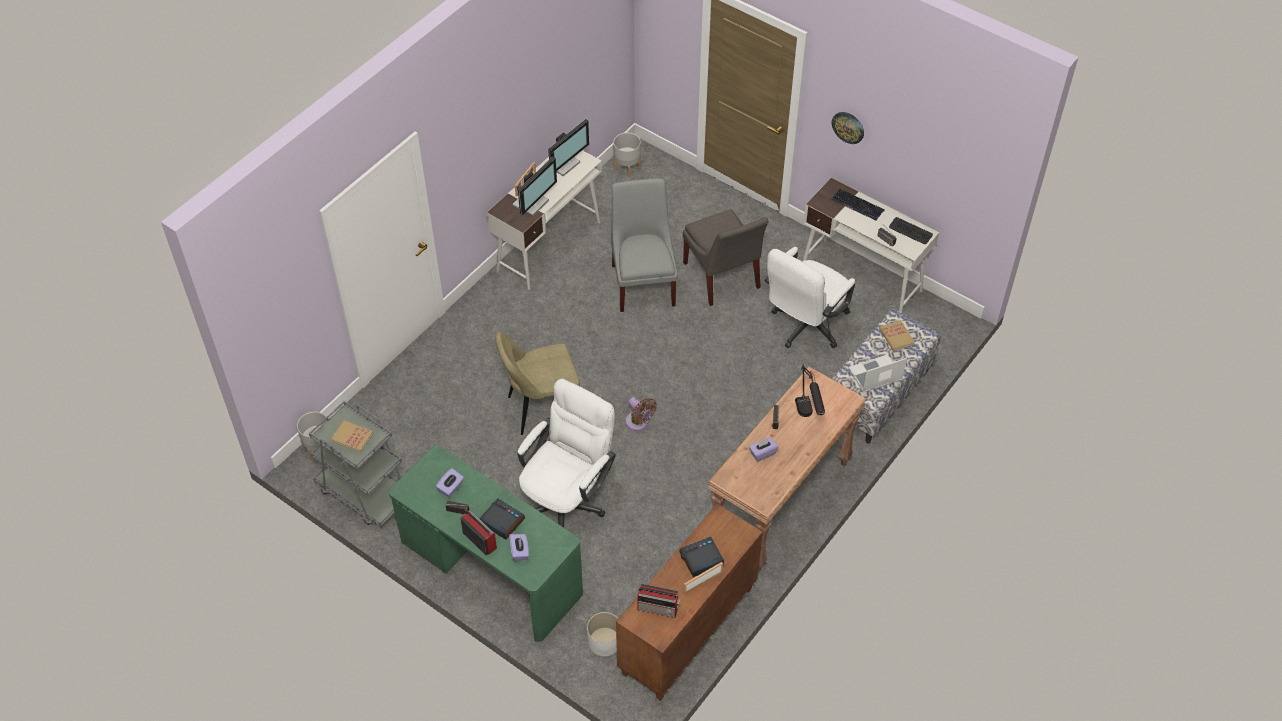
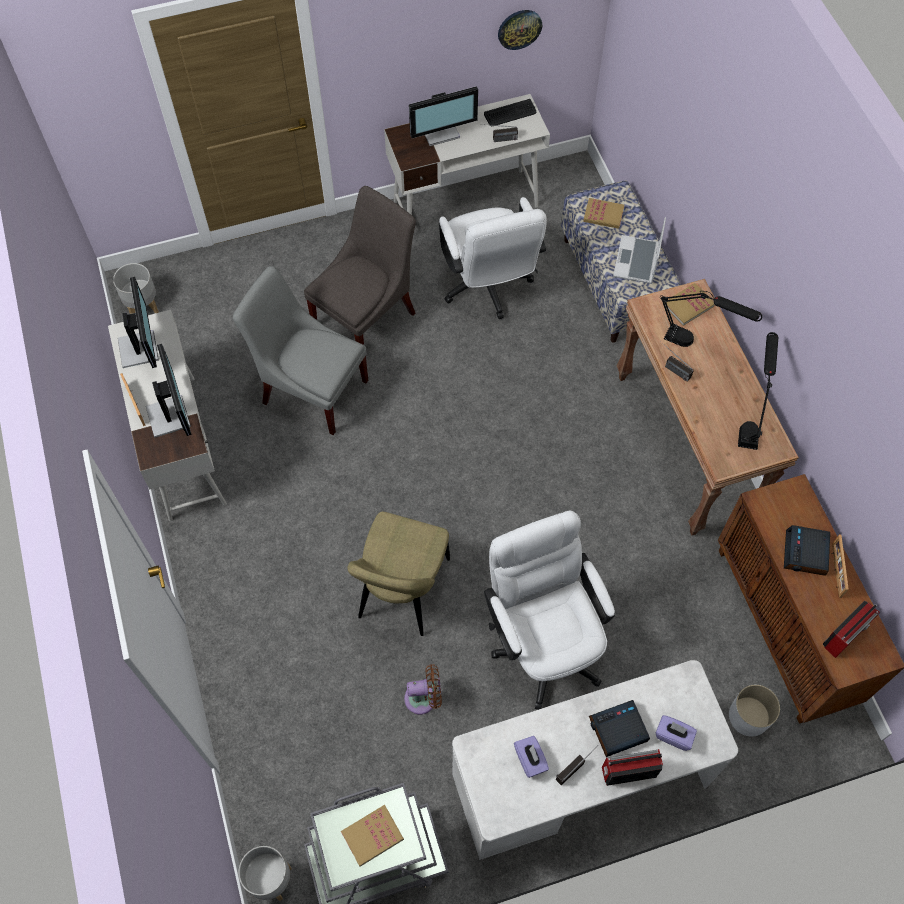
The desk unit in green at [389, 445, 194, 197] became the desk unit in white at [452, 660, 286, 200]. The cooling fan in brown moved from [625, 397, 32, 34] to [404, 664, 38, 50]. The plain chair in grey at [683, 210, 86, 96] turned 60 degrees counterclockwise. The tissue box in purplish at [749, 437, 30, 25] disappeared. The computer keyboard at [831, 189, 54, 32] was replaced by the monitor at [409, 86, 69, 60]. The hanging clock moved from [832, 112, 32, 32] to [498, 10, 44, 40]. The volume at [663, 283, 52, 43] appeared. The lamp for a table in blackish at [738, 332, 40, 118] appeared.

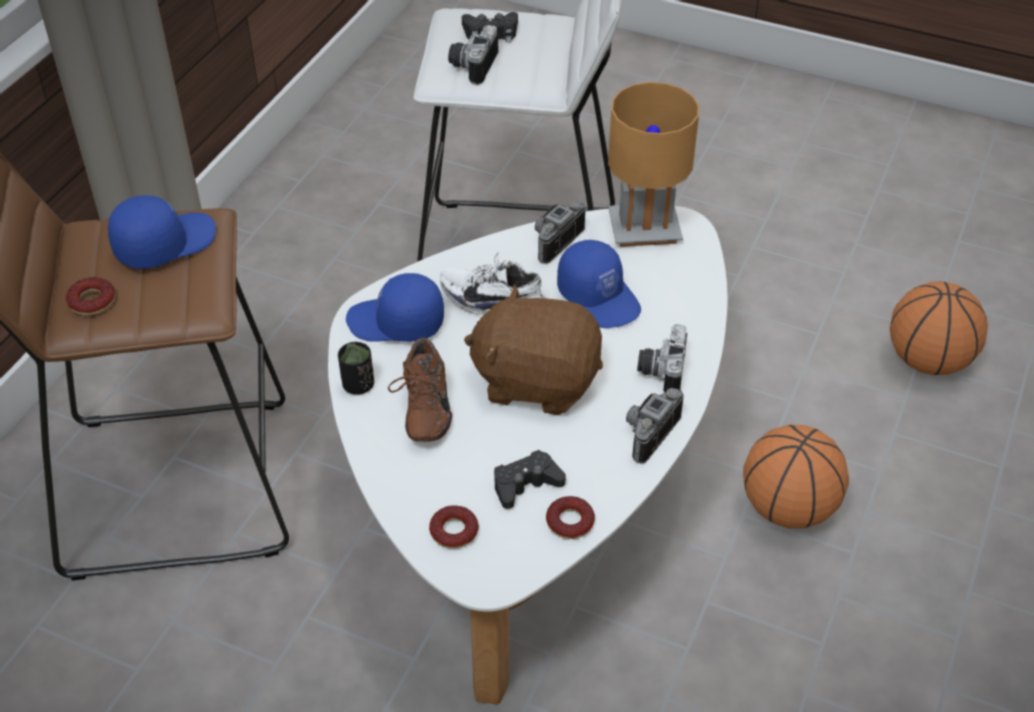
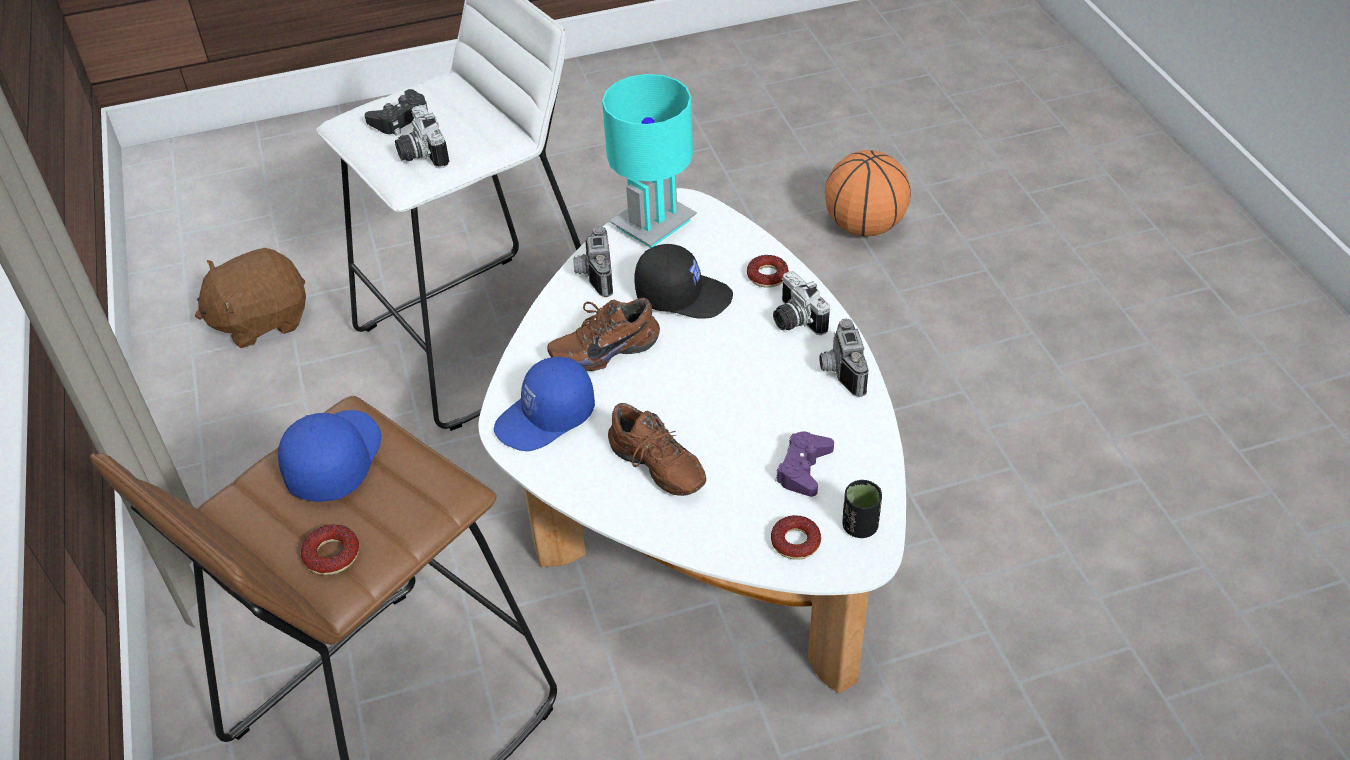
The drinking cup in blackish moved from [338, 342, 36, 53] to [842, 480, 40, 58]. The shoe in white at [440, 252, 106, 62] became the shoe in brown at [547, 298, 113, 73]. The plush toy in brown moved from [464, 284, 139, 131] to [195, 248, 111, 100]. The joypad in blackish at [494, 450, 72, 59] became the joypad in purplish at [775, 432, 59, 65]. The doughnut moved from [546, 496, 49, 43] to [747, 255, 42, 33]. The peaked cap in bluish at [557, 240, 84, 88] became the peaked cap in blackish at [634, 244, 99, 75]. The lamp for a table in brown at [608, 82, 91, 165] became the lamp for a table in blue-green at [602, 74, 95, 174]. The basketball ball at [743, 425, 106, 103] disappeared.

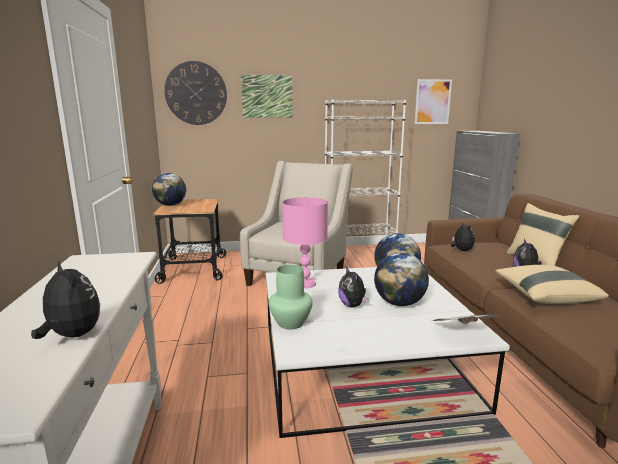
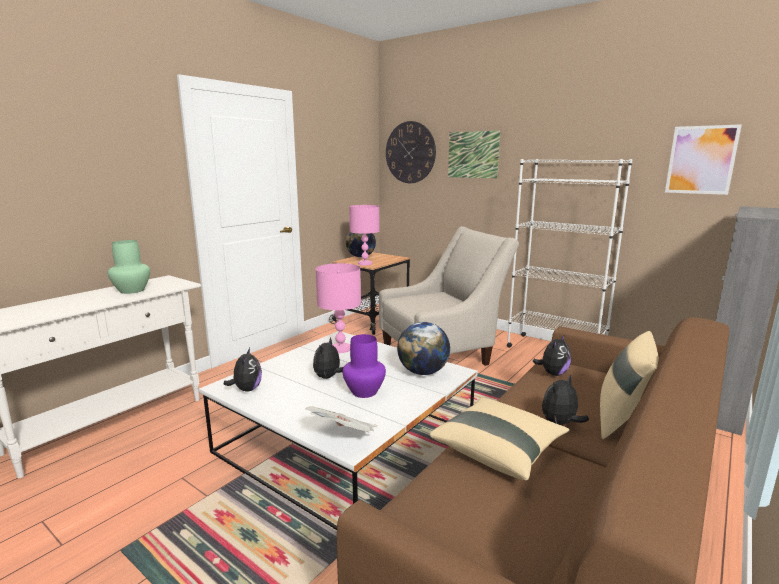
The plush toy moved from [31, 260, 69, 79] to [224, 347, 38, 45]. The flower vase in green moved from [268, 265, 45, 64] to [108, 240, 42, 54]. The desk globe at [374, 253, 55, 53] was replaced by the flower vase in purplish at [343, 334, 43, 64]. The lamp for a table in pink-coloured at [349, 205, 31, 60] appeared.

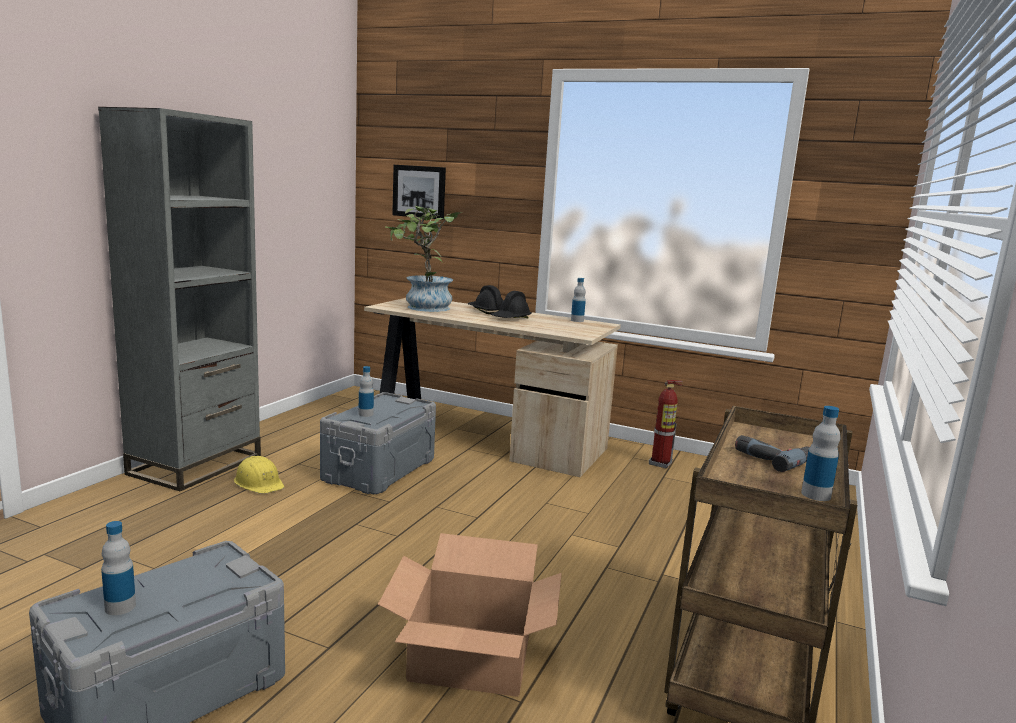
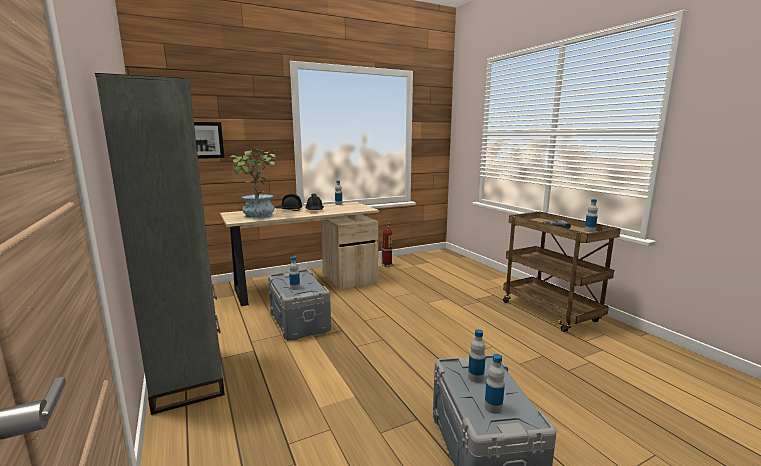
The hard hat in yellowish at [234, 456, 50, 38] disappeared. The packing box at [378, 533, 184, 164] disappeared. The beverage bottle at [468, 329, 18, 54] appeared.

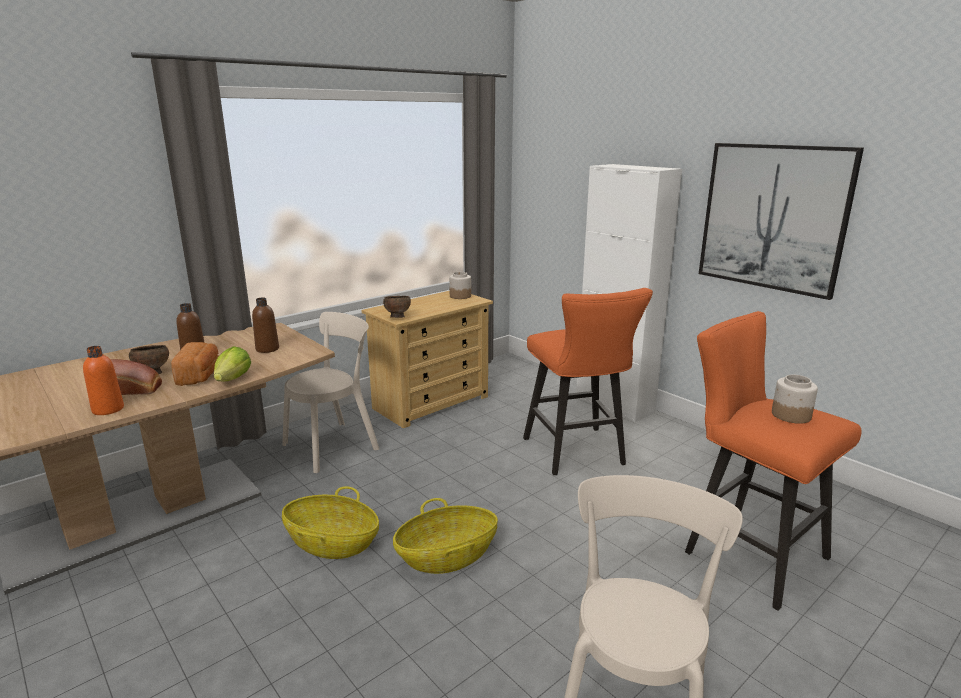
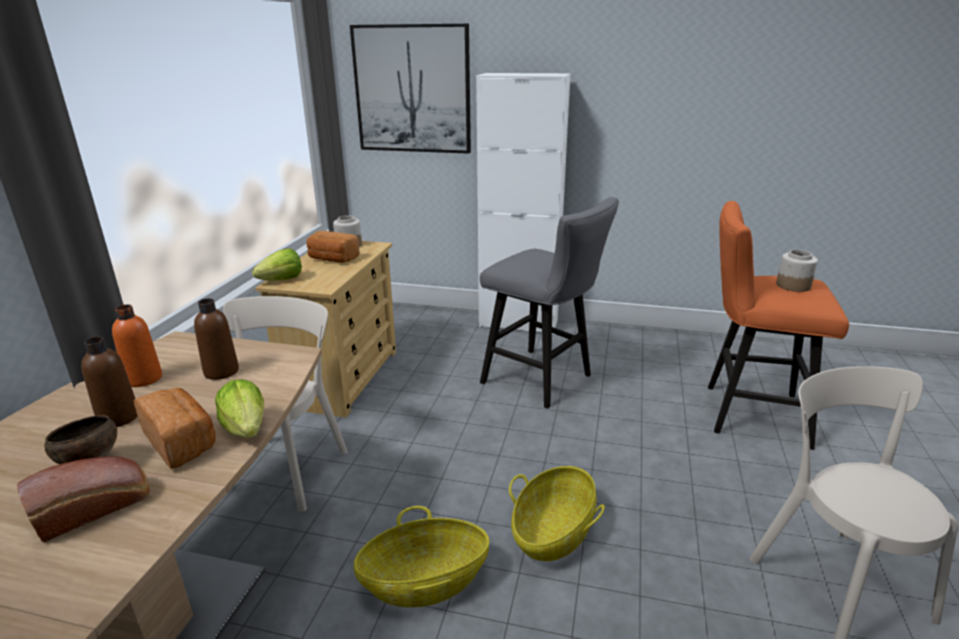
The beverage bottle in orangey moved from [83, 346, 41, 69] to [112, 304, 50, 83]. The serving bowl in brown at [383, 296, 28, 22] disappeared. The stool seat in orangey at [523, 288, 130, 187] became the stool seat in grey at [480, 197, 139, 212]. The wall art moved from [699, 143, 165, 157] to [350, 24, 121, 130]. The lettuce head at [252, 249, 50, 32] appeared. The baked bread at [306, 231, 54, 32] appeared.

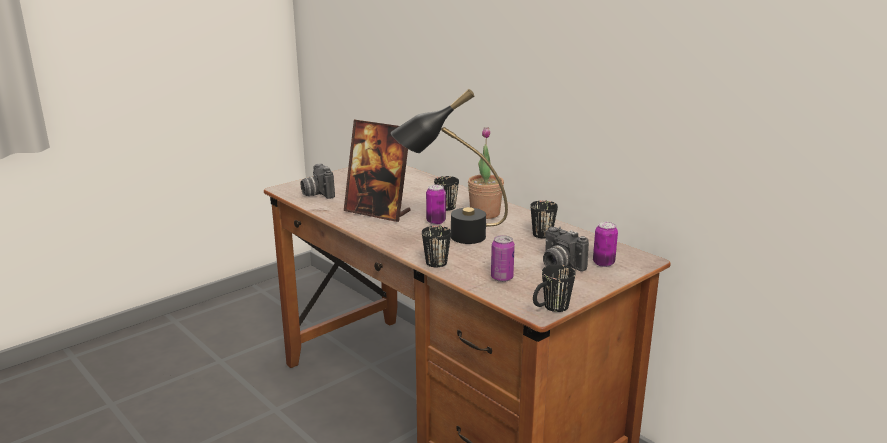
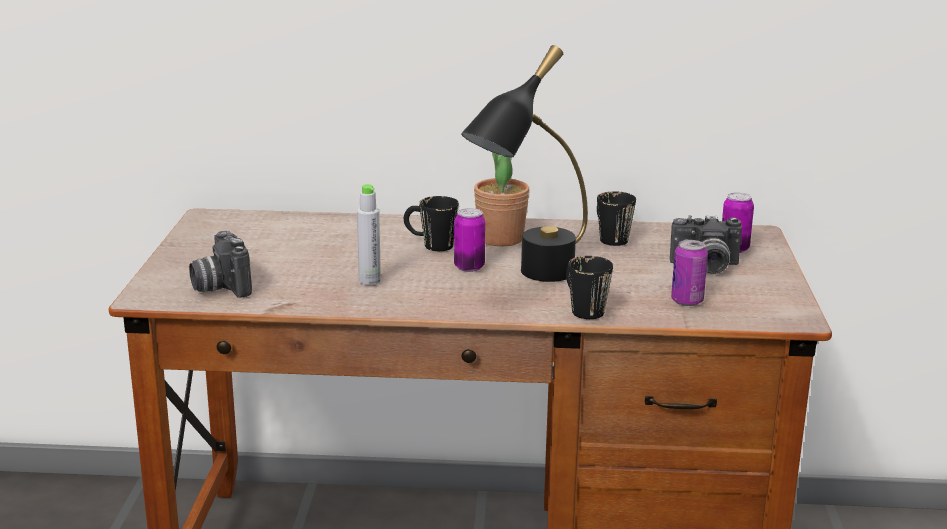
The still camera at [301, 163, 34, 36] turned 45 degrees clockwise. The standing frame at [344, 120, 67, 102] was replaced by the beverage bottle in grey at [357, 184, 24, 101]. The coffee mug in blackish at [533, 264, 43, 48] disappeared.

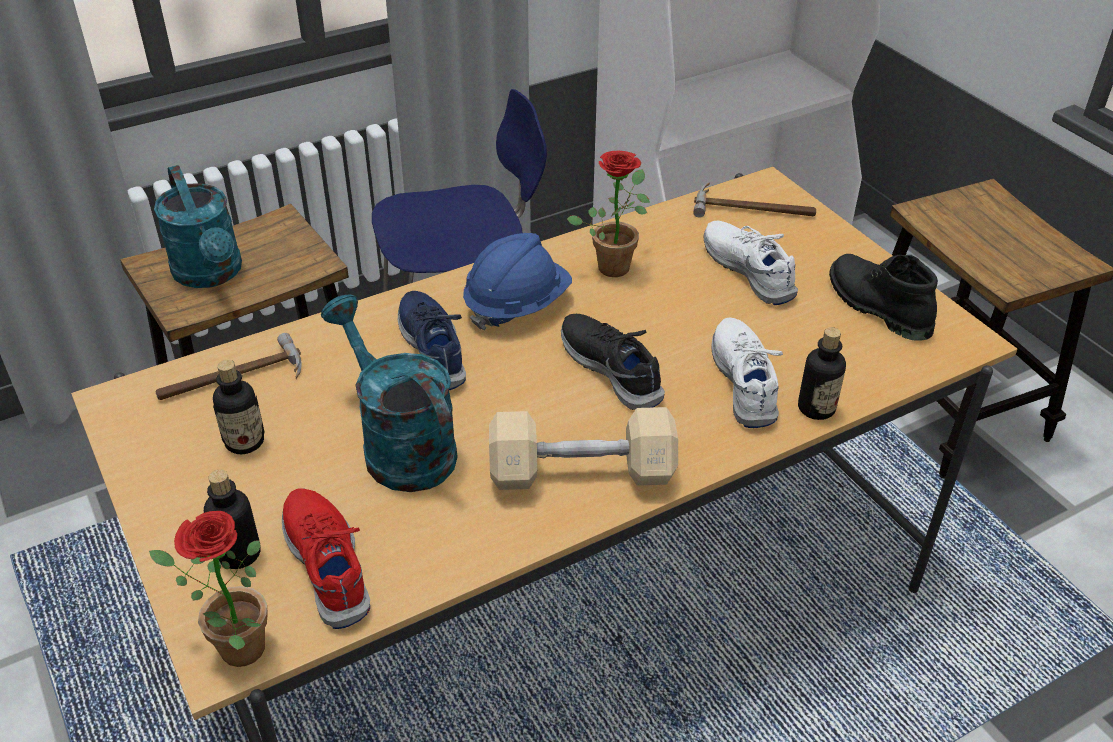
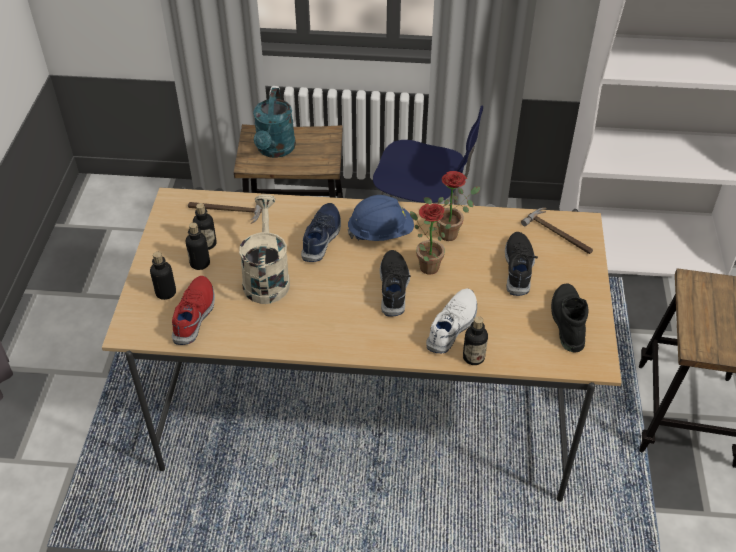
The houseplant moved from [149, 511, 119, 156] to [410, 203, 41, 72]. The watering can in blue-green at [321, 295, 137, 197] became the watering can in beige at [239, 194, 51, 110]. The free weight in beige at [489, 407, 189, 83] disappeared. The shoe in white at [704, 221, 94, 84] became the shoe in blackish at [505, 232, 33, 64]. The beverage bottle at [186, 222, 24, 48] appeared.

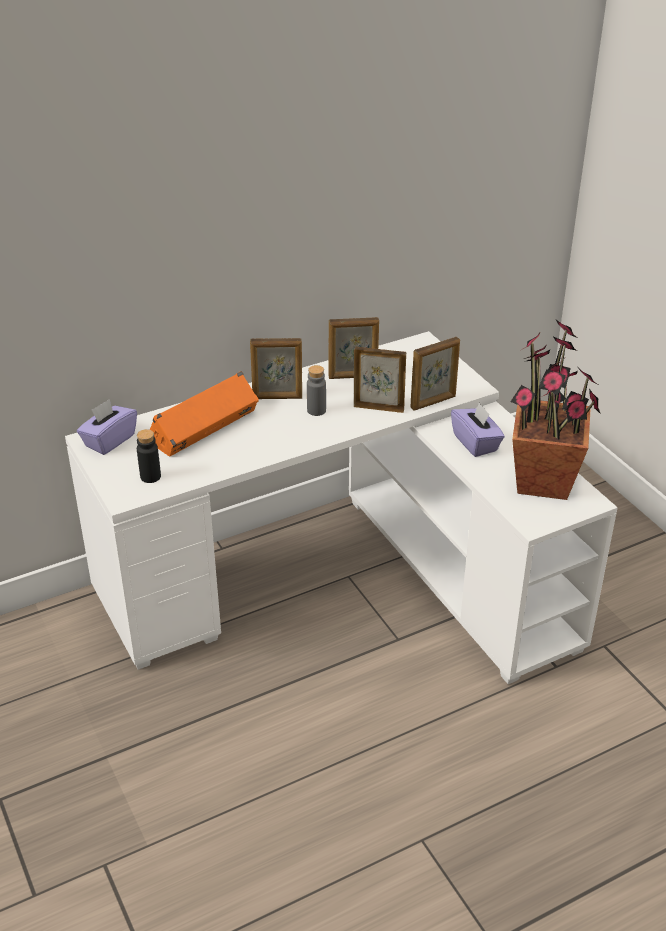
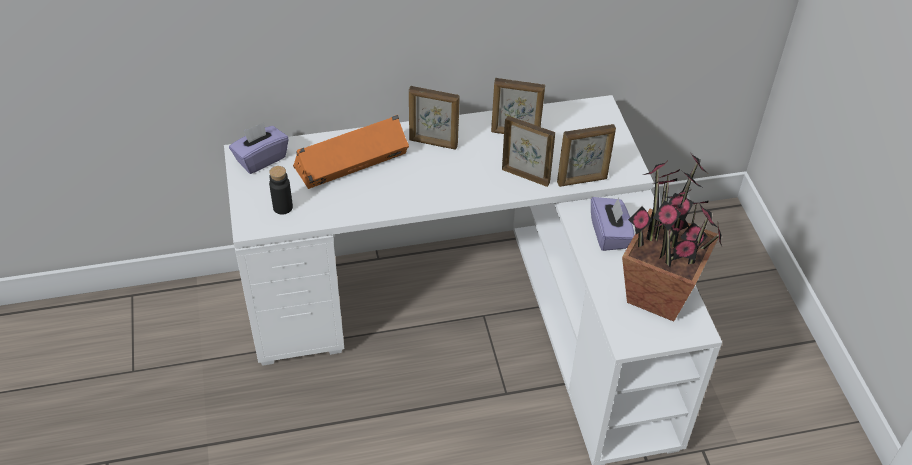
The beverage bottle in grey at [307, 365, 19, 51] disappeared.

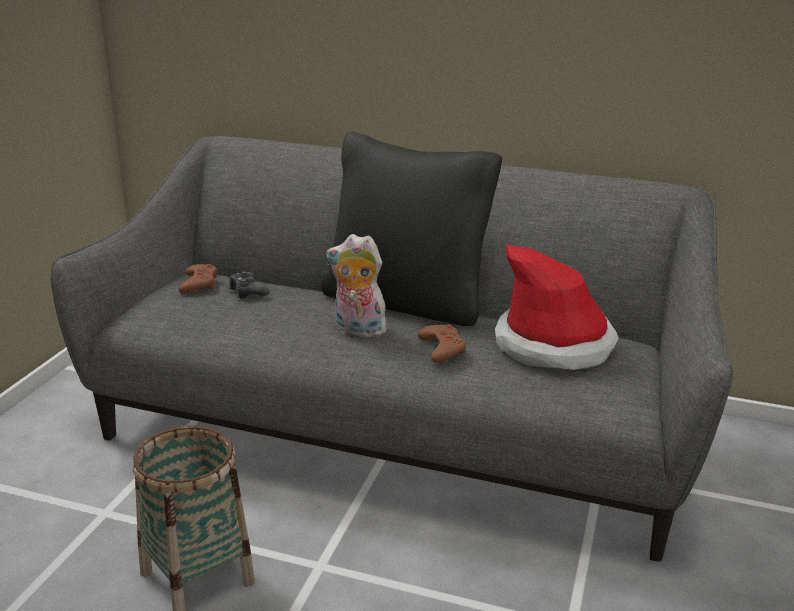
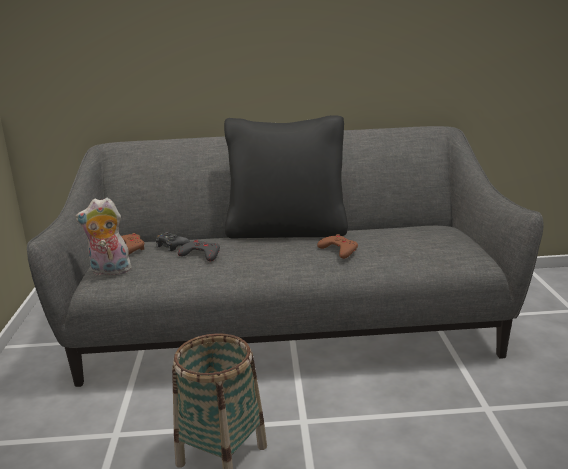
The plush toy moved from [327, 234, 62, 104] to [76, 198, 56, 79]. The clothing hat at [495, 244, 124, 126] disappeared. The joypad in grey at [178, 239, 42, 22] appeared.

